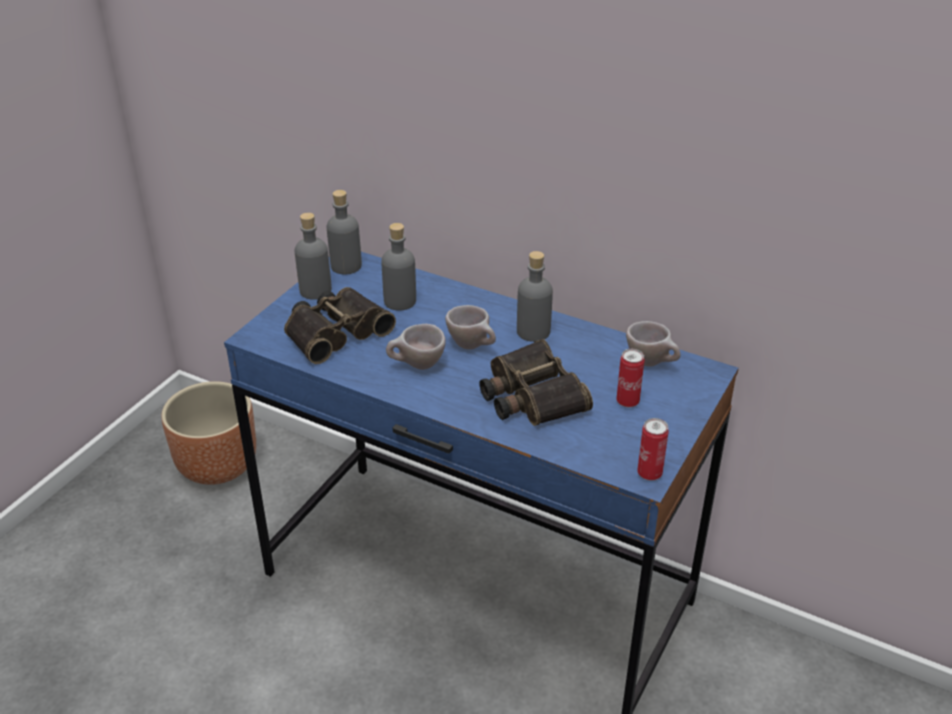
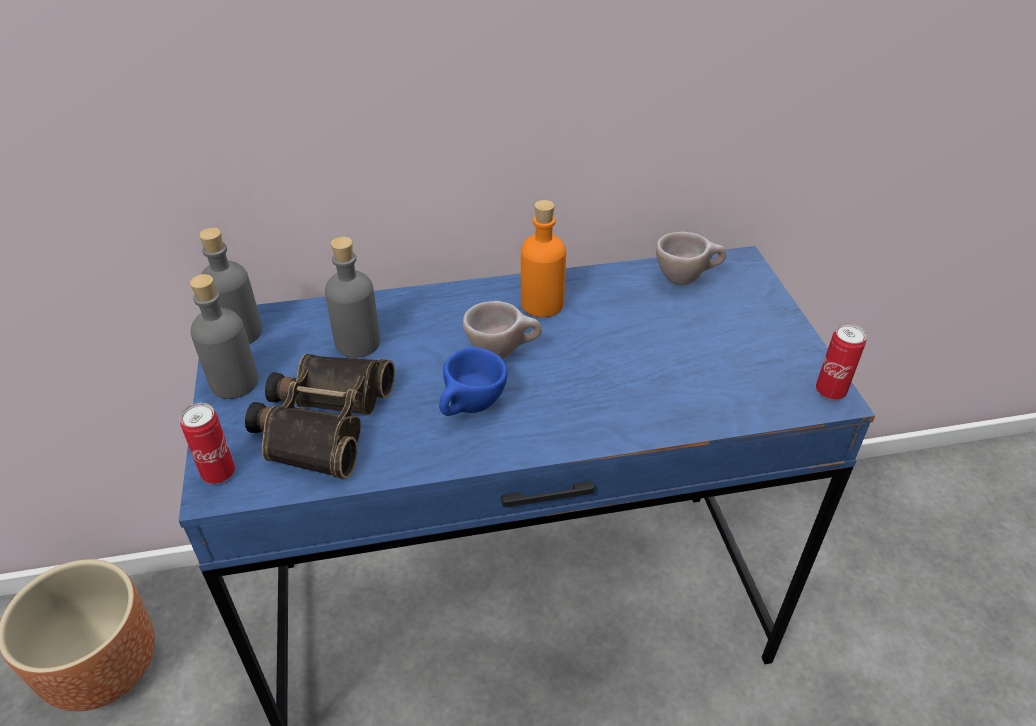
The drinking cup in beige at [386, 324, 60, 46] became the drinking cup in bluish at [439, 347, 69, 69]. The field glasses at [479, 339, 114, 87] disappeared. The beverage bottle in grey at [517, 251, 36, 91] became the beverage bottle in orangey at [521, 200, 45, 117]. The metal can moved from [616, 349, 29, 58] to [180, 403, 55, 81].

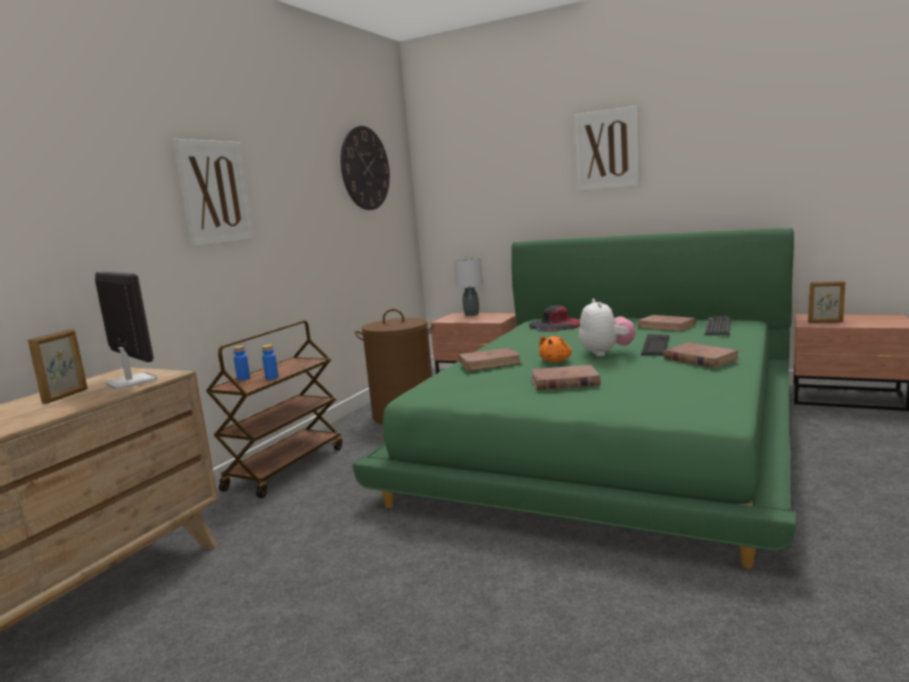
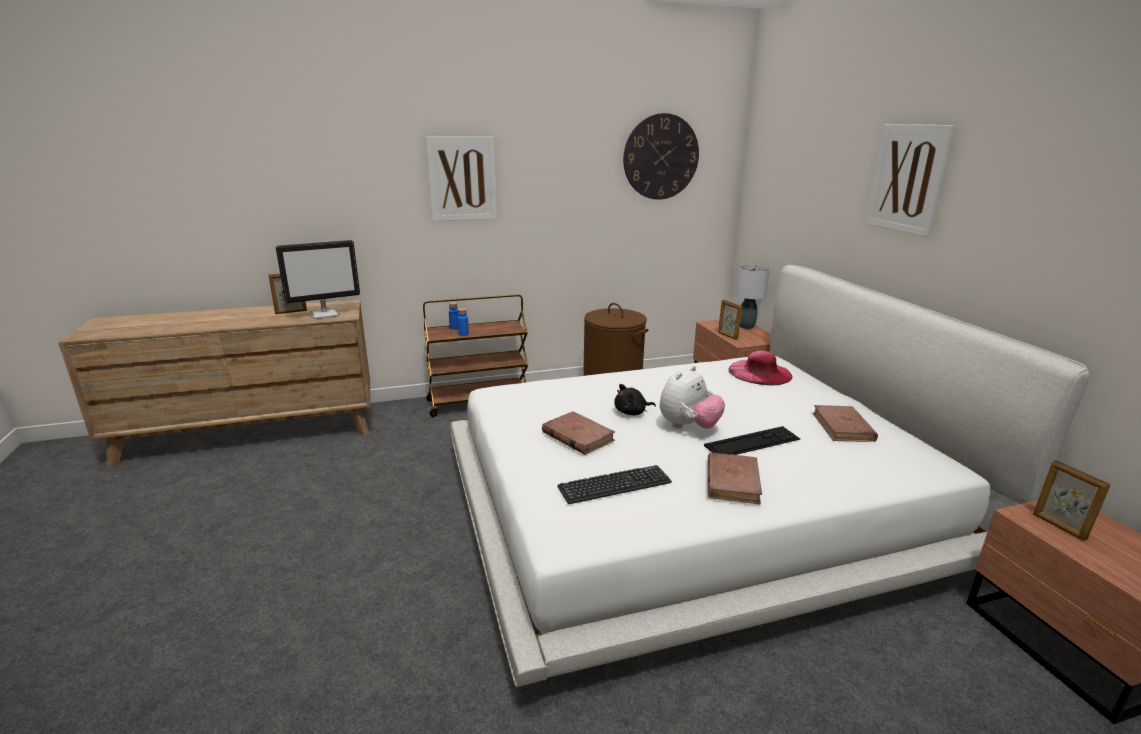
The monitor at [95, 272, 63, 117] turned 60 degrees clockwise. The bedroom bed in green at [352, 228, 444, 340] became the bedroom bed in white at [451, 265, 638, 422]. The volume in brown at [459, 348, 63, 23] disappeared. The clothing hat in blackish at [529, 305, 51, 26] became the clothing hat in pink-coloured at [729, 351, 63, 34]. The plush toy in orangey at [539, 336, 33, 26] became the plush toy in blackish at [614, 384, 42, 31]. The computer keyboard moved from [705, 316, 26, 19] to [557, 465, 115, 39]. The standing frame at [718, 300, 24, 40] appeared.

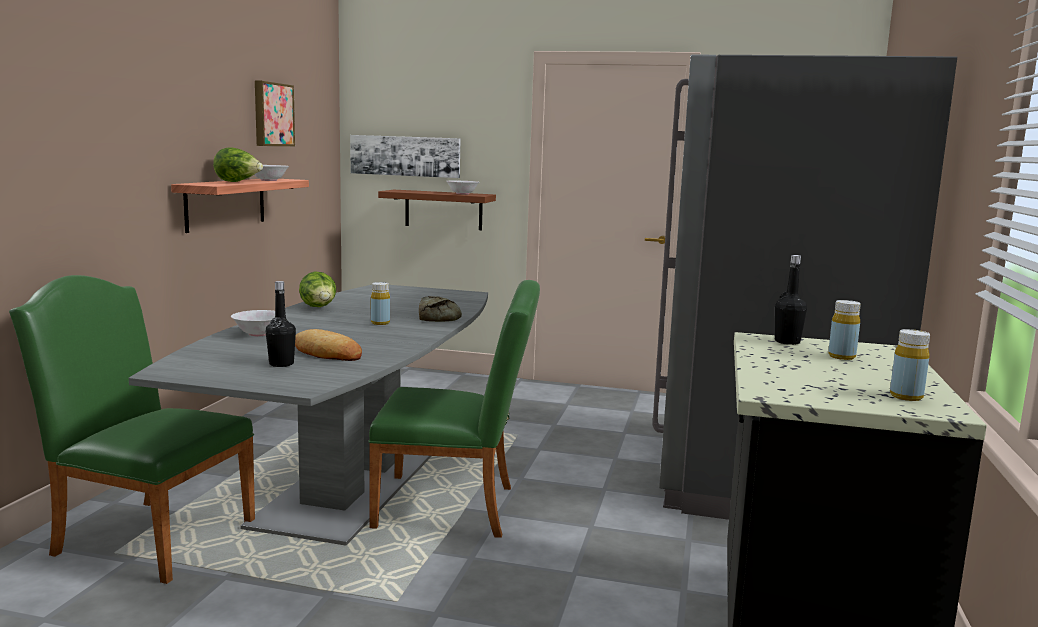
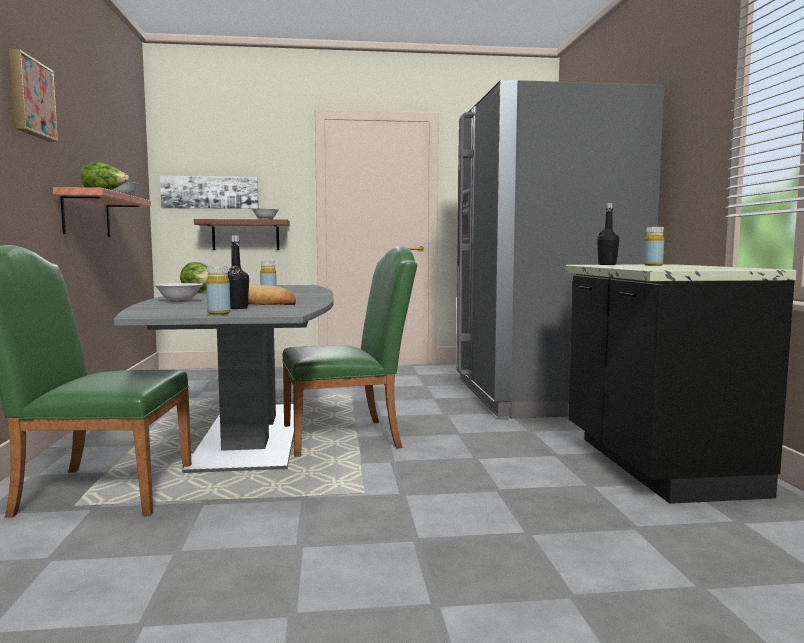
The wall art moved from [255, 81, 40, 65] to [9, 49, 49, 93]. The baked bread at [419, 296, 43, 26] disappeared. The beverage bottle in yellowish moved from [890, 329, 40, 72] to [206, 266, 25, 49].

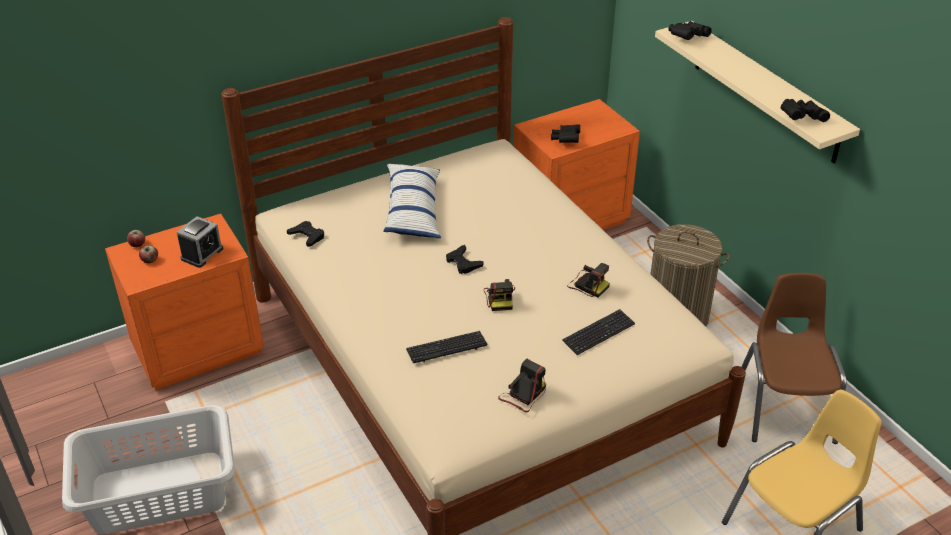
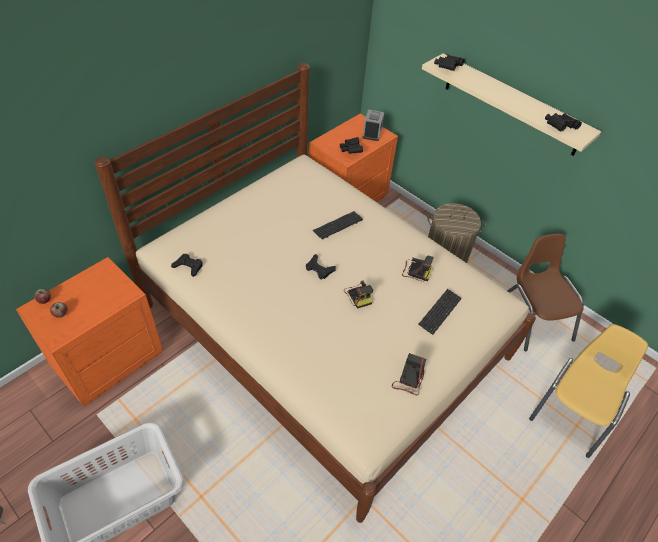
The table clock moved from [177, 216, 46, 52] to [363, 109, 21, 32]. The throw pillow at [383, 163, 58, 75] disappeared. The computer keyboard moved from [406, 331, 82, 32] to [313, 211, 50, 28].

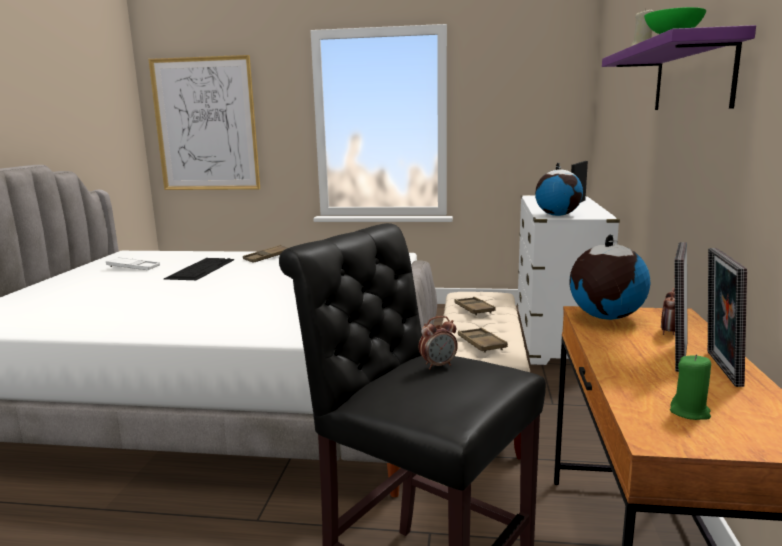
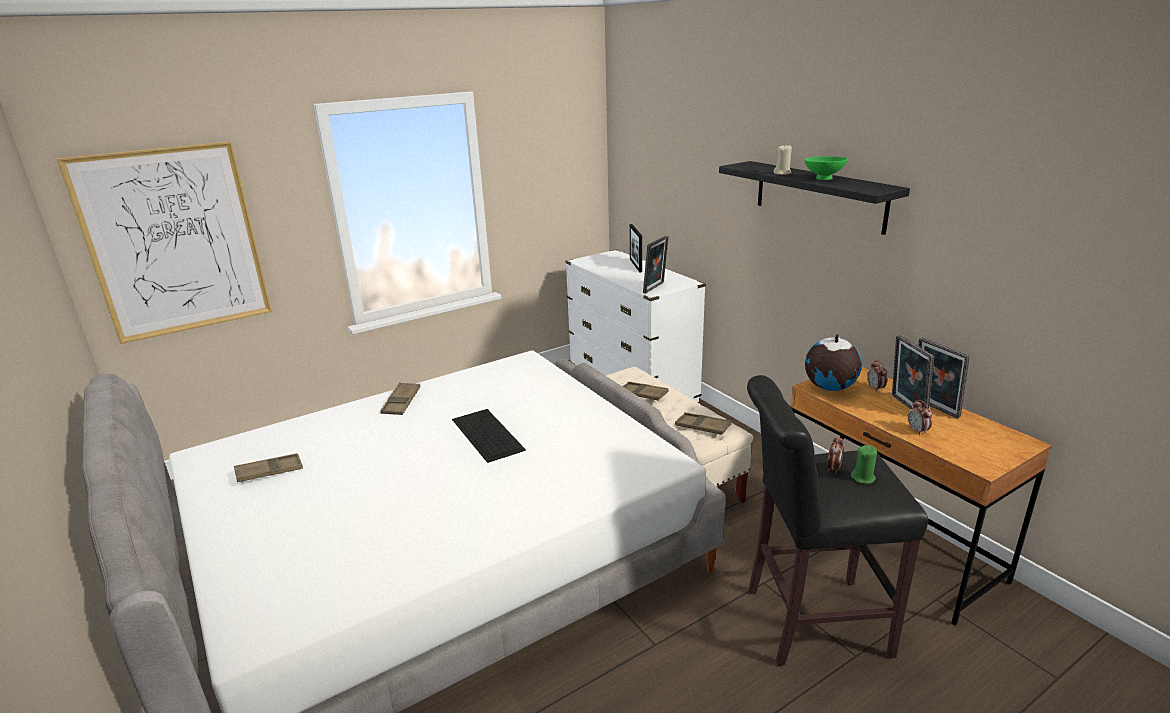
The carrying tray in white at [106, 257, 54, 13] became the carrying tray in brown at [234, 453, 69, 30]. The computer keyboard moved from [164, 258, 70, 22] to [452, 409, 74, 54]. The desk globe at [535, 163, 48, 53] was replaced by the standing frame at [643, 236, 26, 58]. The shelf in purplish at [602, 25, 154, 85] became the shelf in blackish at [719, 161, 191, 74]. The candle in green moved from [670, 354, 41, 66] to [851, 445, 26, 39]. The table clock at [908, 400, 24, 35] appeared.

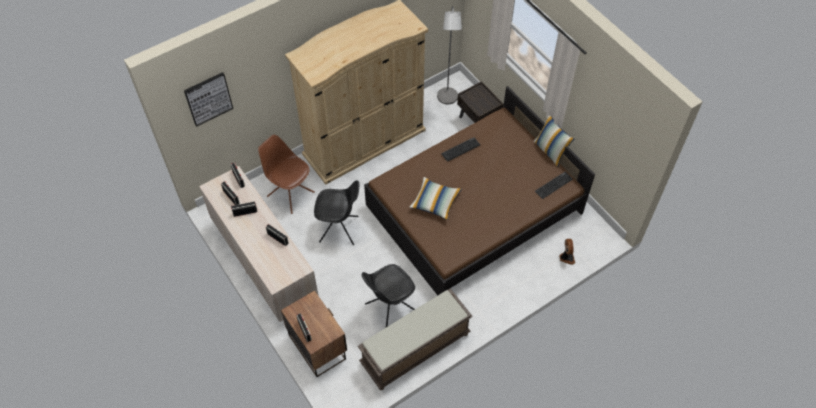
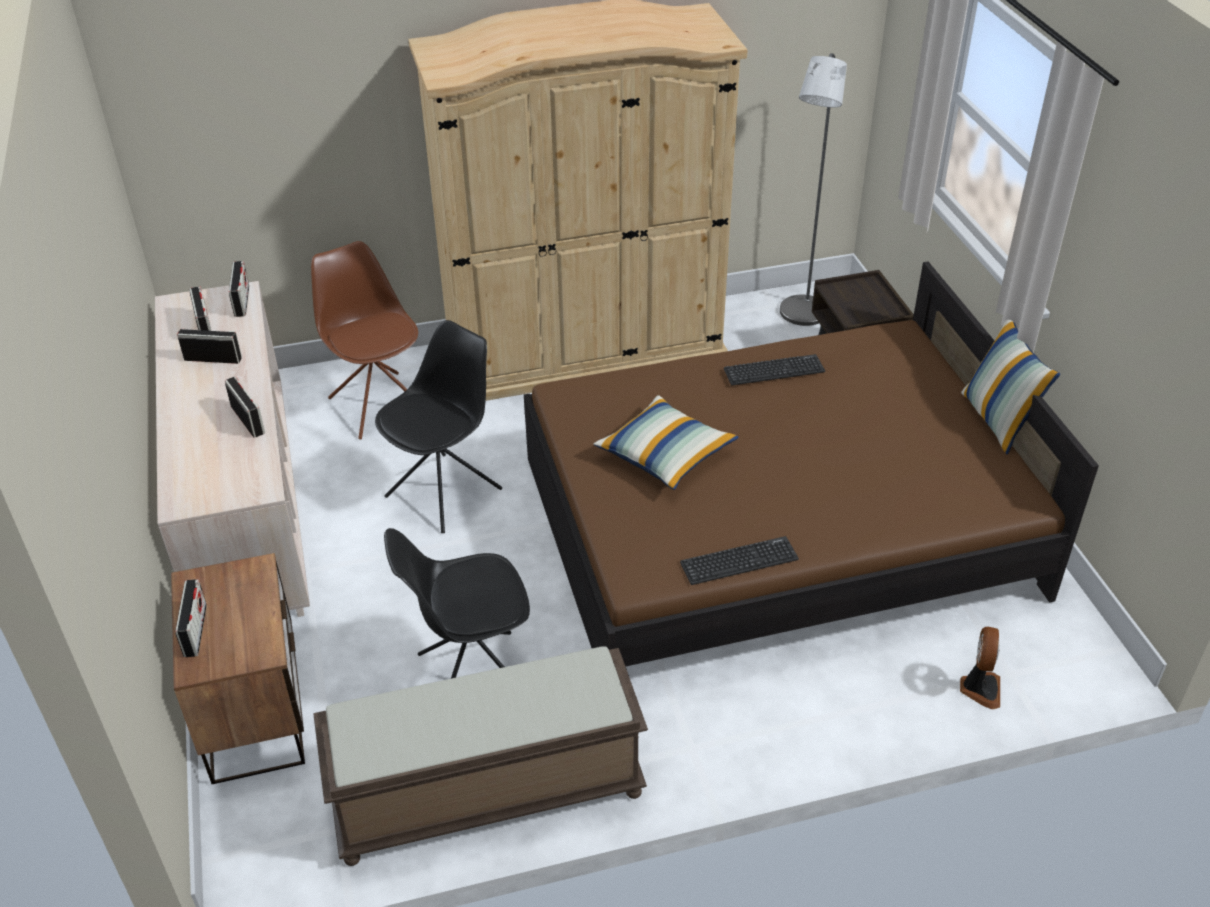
The wall art at [184, 72, 49, 55] disappeared. The plain chair in blackish at [314, 180, 45, 65] turned 75 degrees counterclockwise. The computer keyboard moved from [535, 172, 38, 27] to [680, 536, 119, 49].

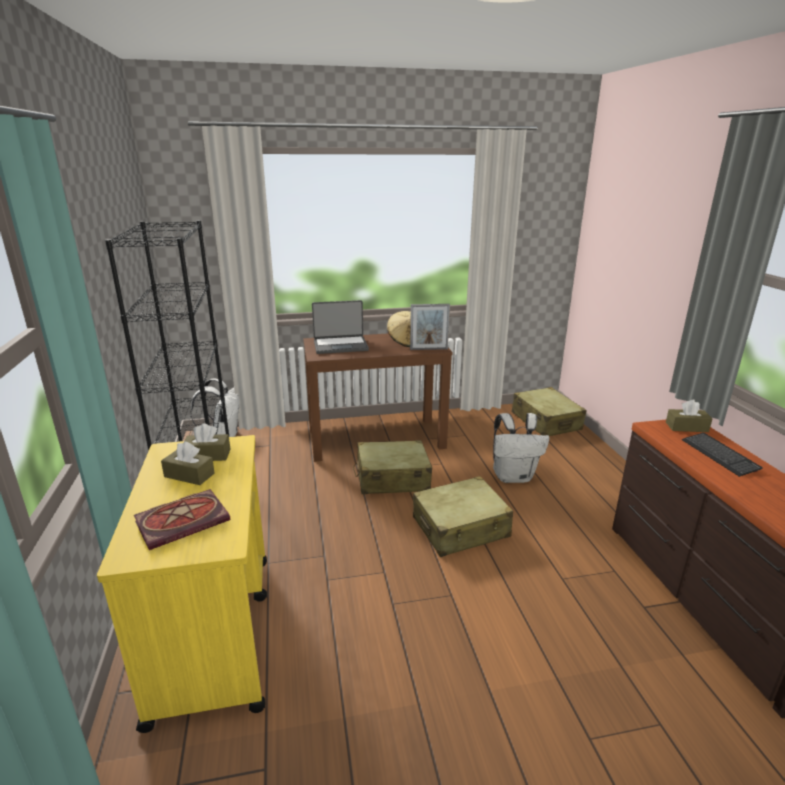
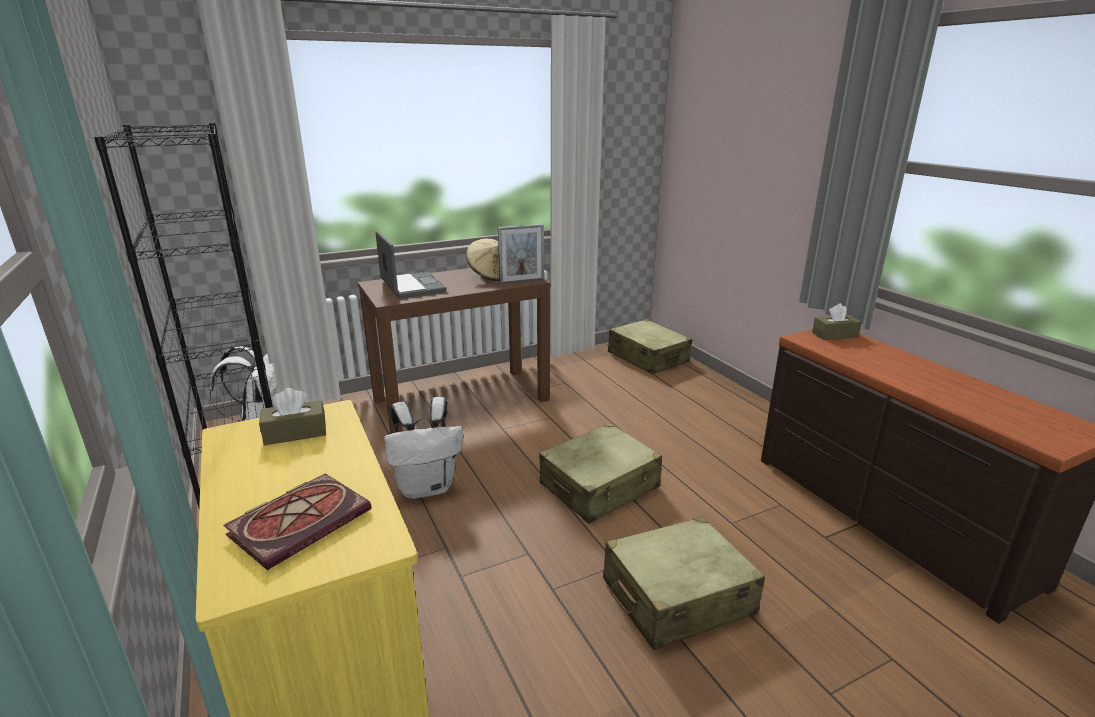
The tissue box in brown at [161, 442, 54, 43] disappeared. The notebook computer at [312, 300, 57, 54] turned 90 degrees counterclockwise. The suitcase in beige moved from [353, 440, 79, 54] to [603, 516, 162, 134]. The backpack in white moved from [493, 413, 56, 70] to [384, 397, 79, 102]. The computer keyboard at [682, 433, 81, 44] disappeared.

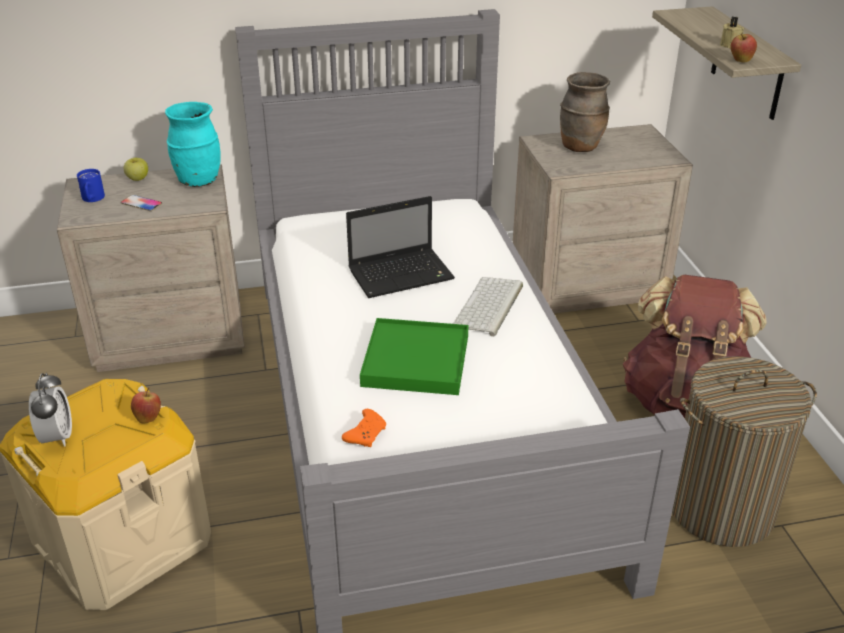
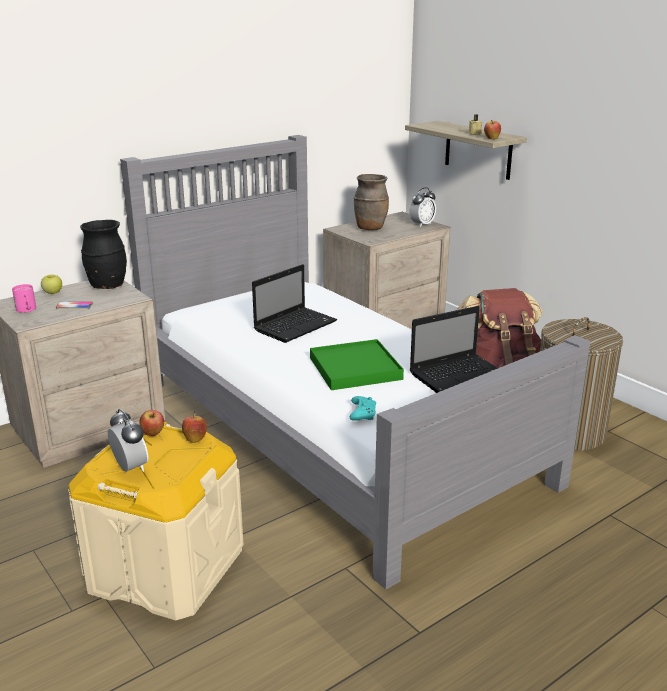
The coffee mug in bluish at [77, 169, 28, 33] became the coffee mug in pink-coloured at [12, 284, 24, 29]. The flower vase in blue-green at [165, 102, 56, 85] became the flower vase in blackish at [80, 220, 47, 69]. The joypad in orangey at [342, 409, 44, 38] became the joypad in blue-green at [350, 396, 26, 25]. The computer keyboard at [453, 277, 70, 60] disappeared. The apple fruit at [139, 410, 25, 26] appeared. The table clock at [410, 187, 26, 40] appeared. The notebook computer at [410, 306, 88, 87] appeared.

